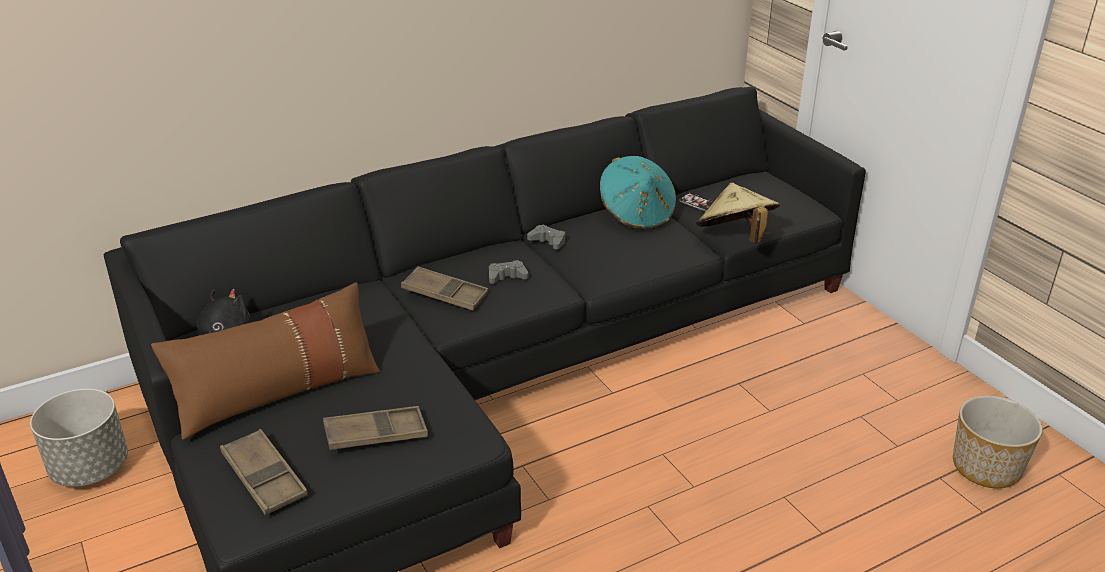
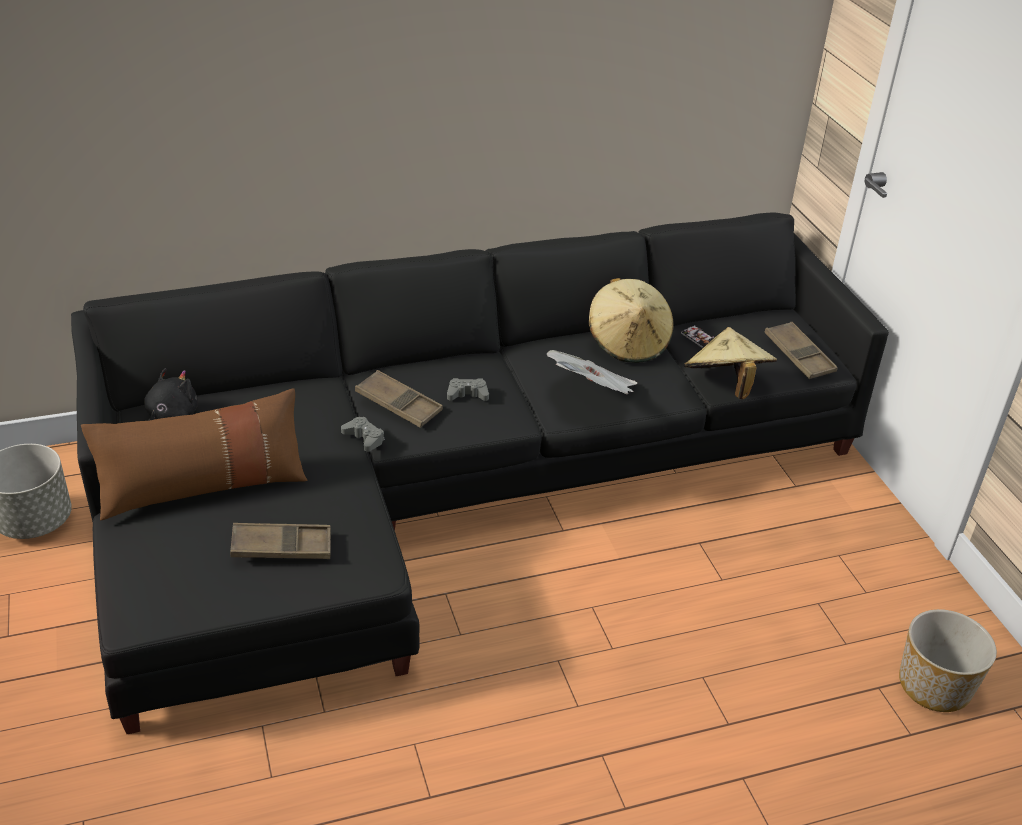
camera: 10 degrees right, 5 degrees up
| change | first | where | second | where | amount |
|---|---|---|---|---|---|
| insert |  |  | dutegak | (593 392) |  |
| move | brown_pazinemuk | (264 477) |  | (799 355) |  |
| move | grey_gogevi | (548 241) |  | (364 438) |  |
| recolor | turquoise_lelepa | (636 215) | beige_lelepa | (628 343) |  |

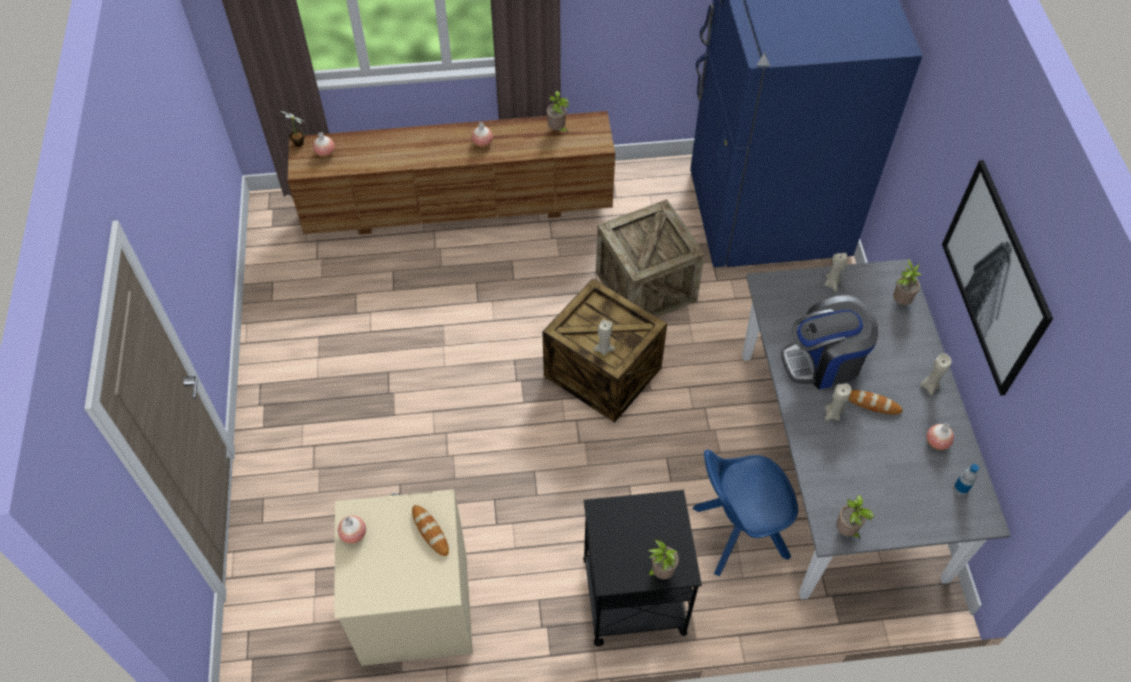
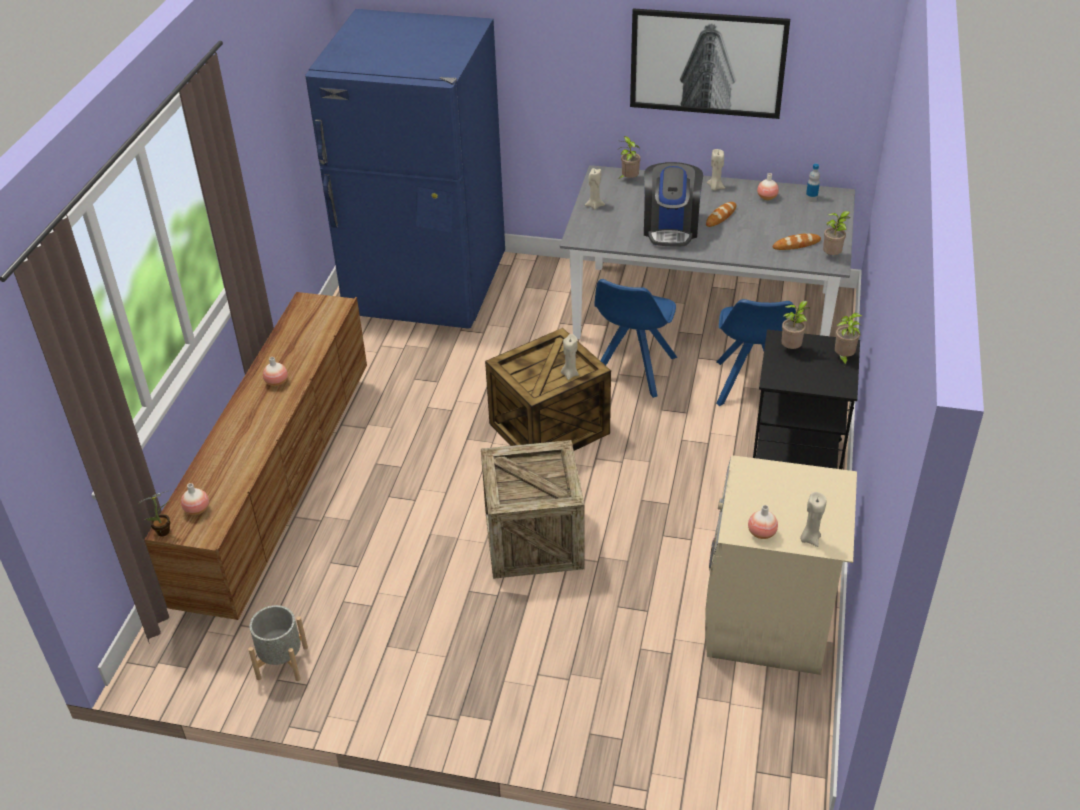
camera: 70 degrees left, 15 degrees down
| change | first | where | second | where | amount |
|---|---|---|---|---|---|
| insert |  |  | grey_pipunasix | (282 662) |  |
| insert |  |  | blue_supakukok | (632 370) |  |
| move | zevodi | (430 531) |  | (796 244) |  |
| move | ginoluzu | (557 130) |  | (791 349) |  |
| move | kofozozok | (646 286) |  | (533 540) |  |
| move | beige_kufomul | (833 414) |  | (810 538) |  |

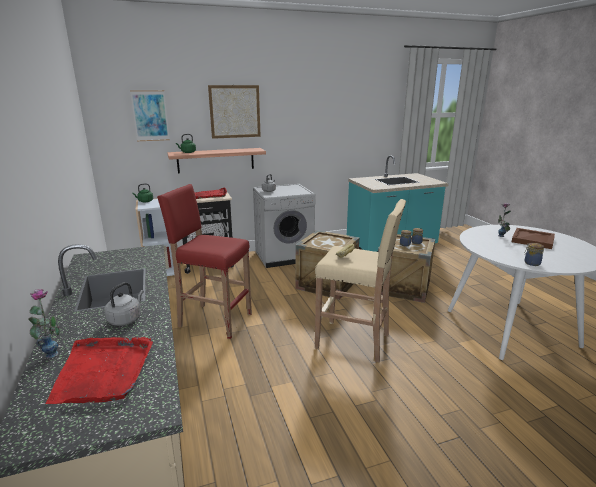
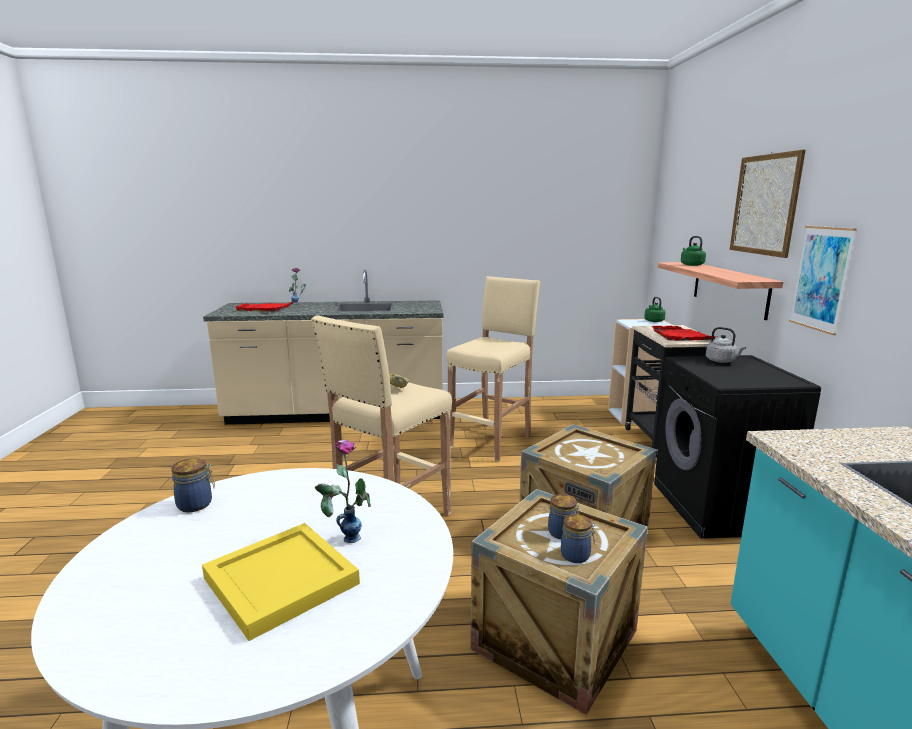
camera: 105 degrees right, 5 degrees down
| change | first | where | second | where | amount |
|---|---|---|---|---|---|
| delete | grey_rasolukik | (126 319) |  |  |  |
| move | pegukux | (150 116) |  | (821 278) |  |
| recolor | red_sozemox | (214 320) | beige_sozemox | (491 441) |  |
| recolor | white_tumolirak | (284 257) | black_tumolirak | (715 508) |  |
| recolor | brown_pazinemuk | (532 240) | yellow_pazinemuk | (282 579) |  |

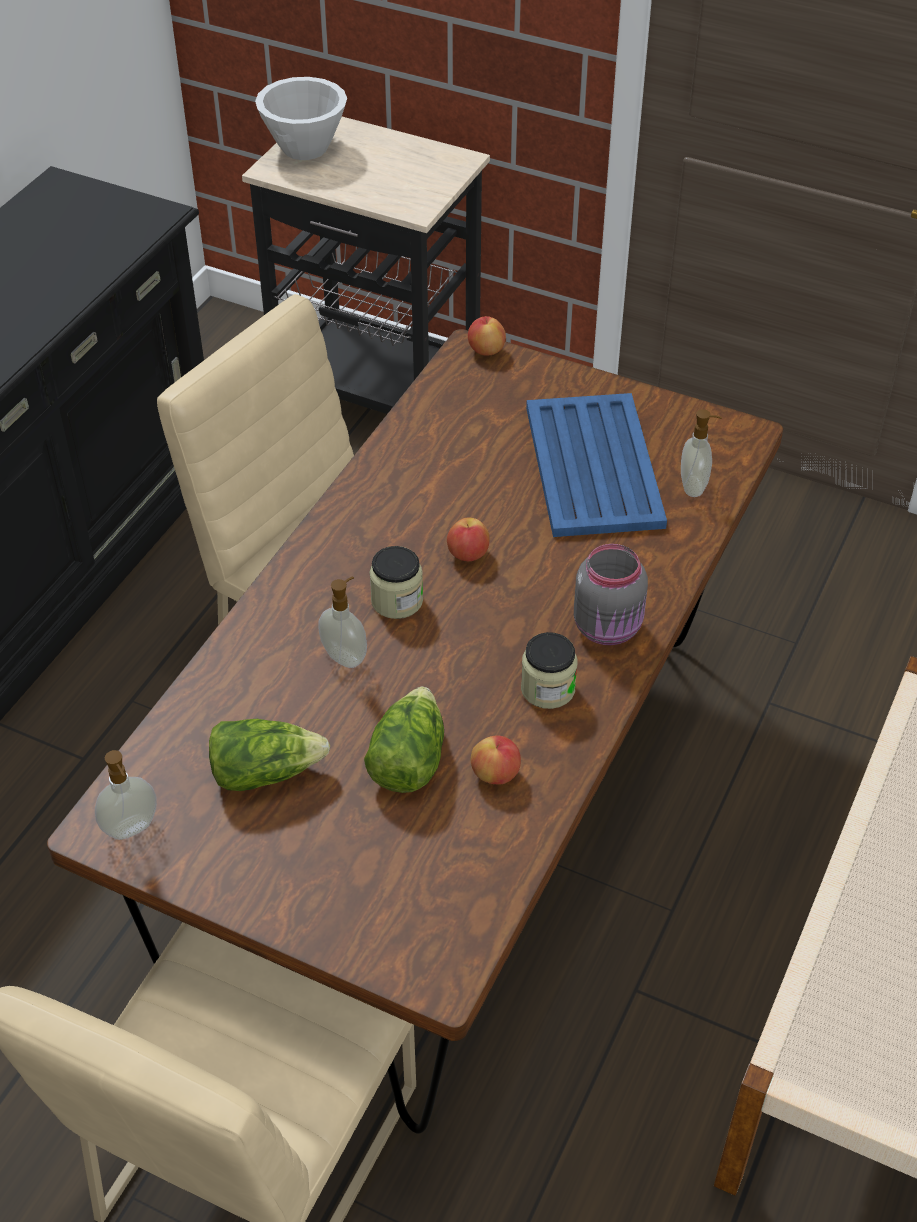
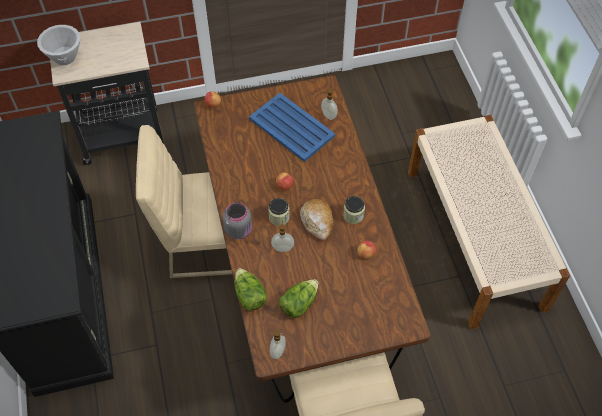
camera: 40 degrees left, 10 degrees up
| change | first | where | second | where | amount |
|---|---|---|---|---|---|
| insert |  |  | zevodi | (317 222) |  |
| move | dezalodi | (407 759) |  | (249 295) |  |
| move | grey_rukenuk | (609 628) |  | (239 230) |  |

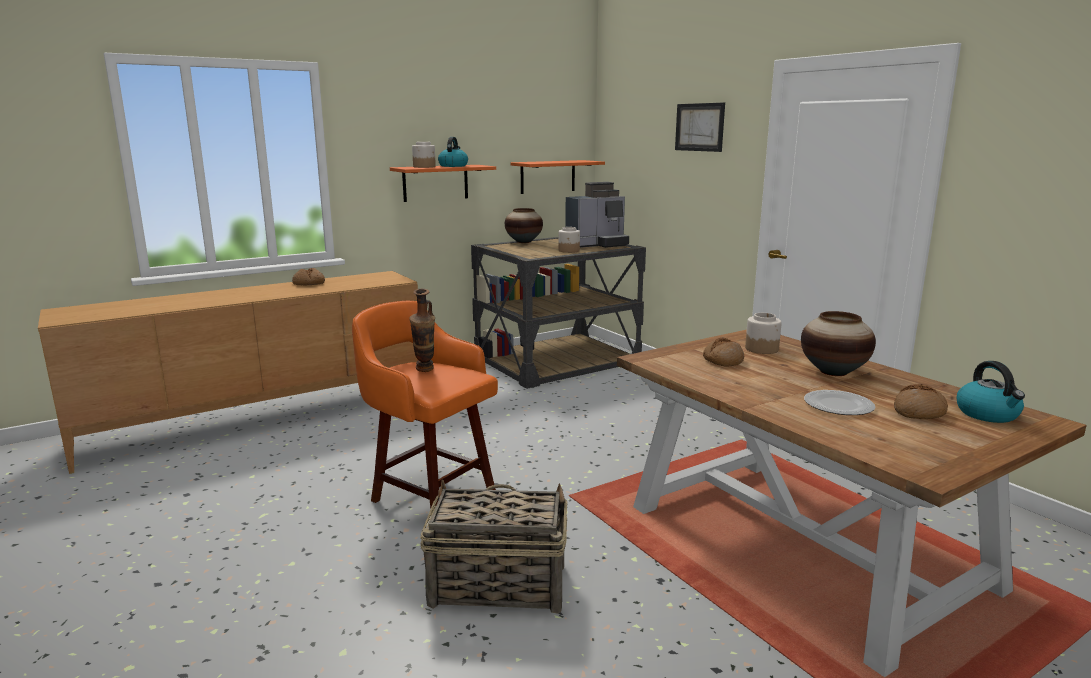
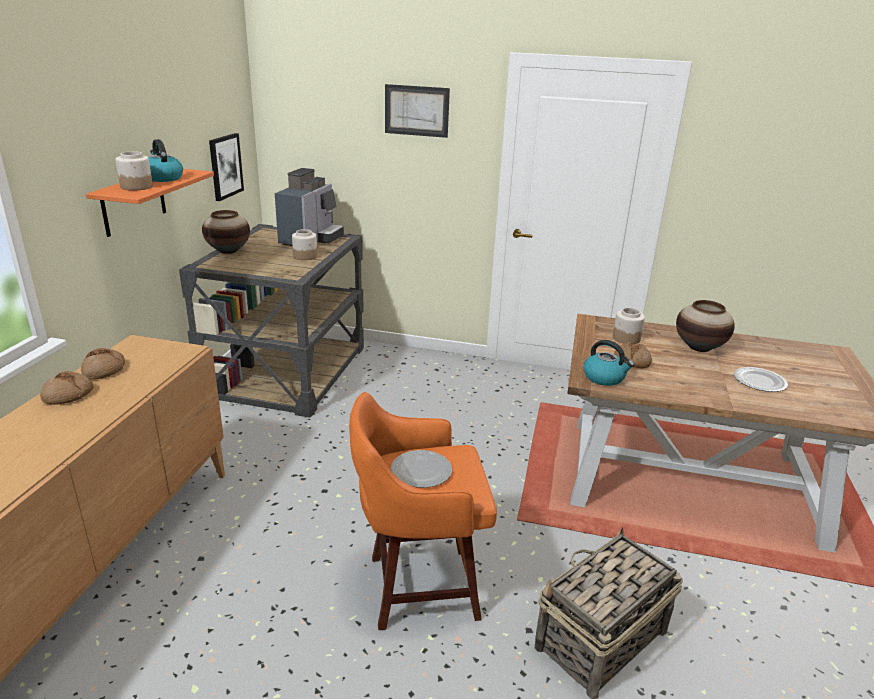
camera: 45 degrees left, 10 degrees up
| change | first | where | second | where | amount |
|---|---|---|---|---|---|
| move | zevodi | (919 412) |  | (104 370) |  |
| move | rasolukik | (988 414) |  | (604 378) |  |
| replace | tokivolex | (425 371) | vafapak | (421 470) |  |
| replace | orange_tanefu | (547 176) | pegukux | (225 166) |  |

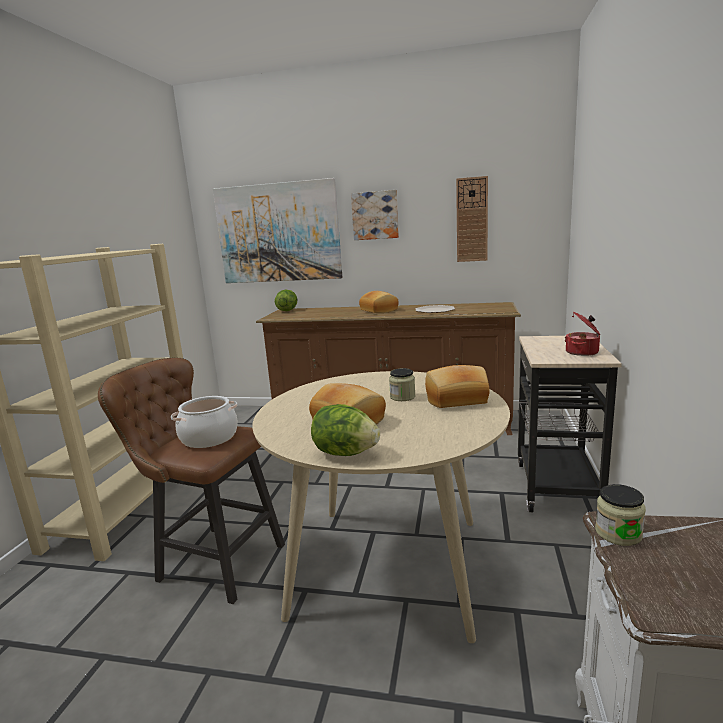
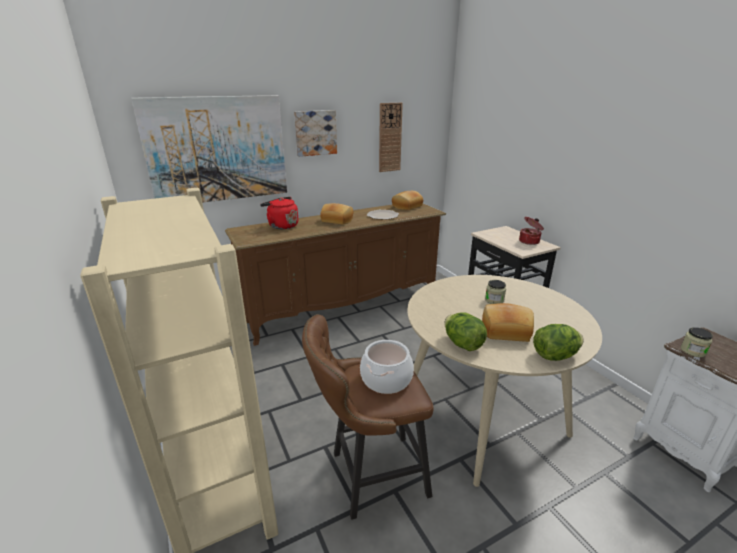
camera: 40 degrees left, 10 degrees up
| change | first | where | second | where | amount |
|---|---|---|---|---|---|
| insert |  |  | red_rasolukik | (281 226) |  |
| move | dezalodi | (287 310) |  | (463 344) |  |
| move | zevodi | (456 400) |  | (407 207) |  |

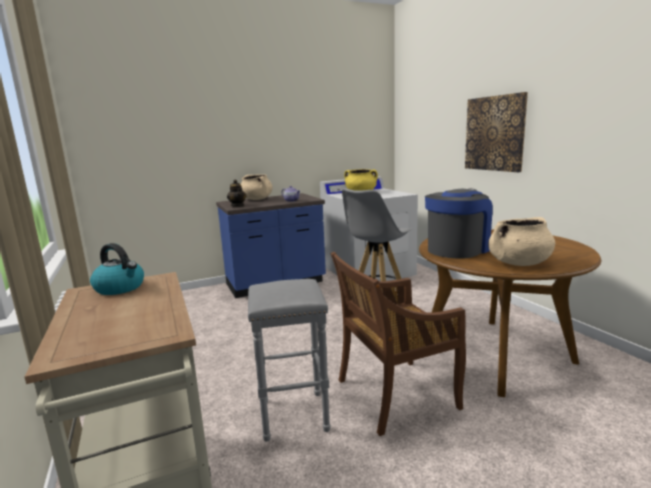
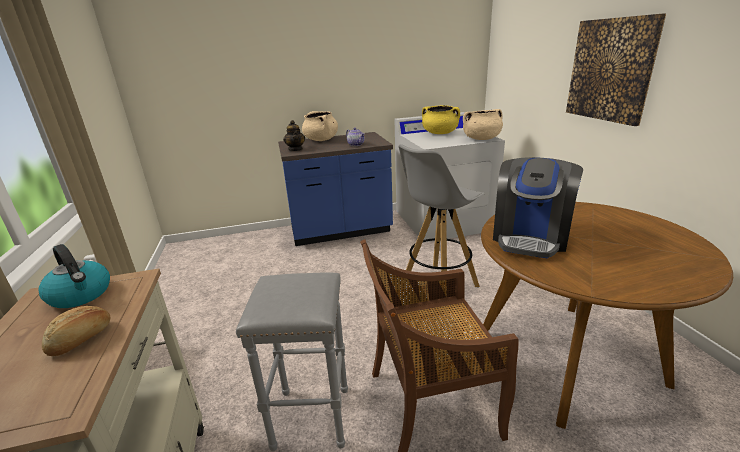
camera: 10 degrees right, 10 degrees up
| change | first | where | second | where | amount |
|---|---|---|---|---|---|
| insert |  |  | zevodi | (82 339) |  |
| move | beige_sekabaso | (518 263) |  | (481 139) |  |
| rotate | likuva | (458 249) |  | (530 237) | 150 degrees clockwise |

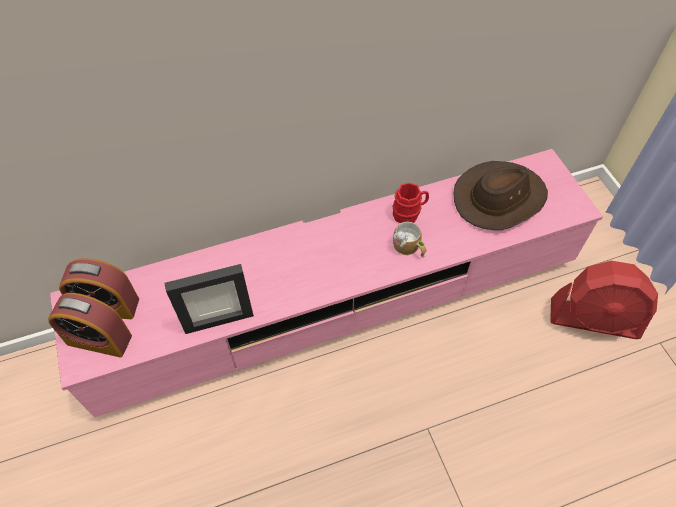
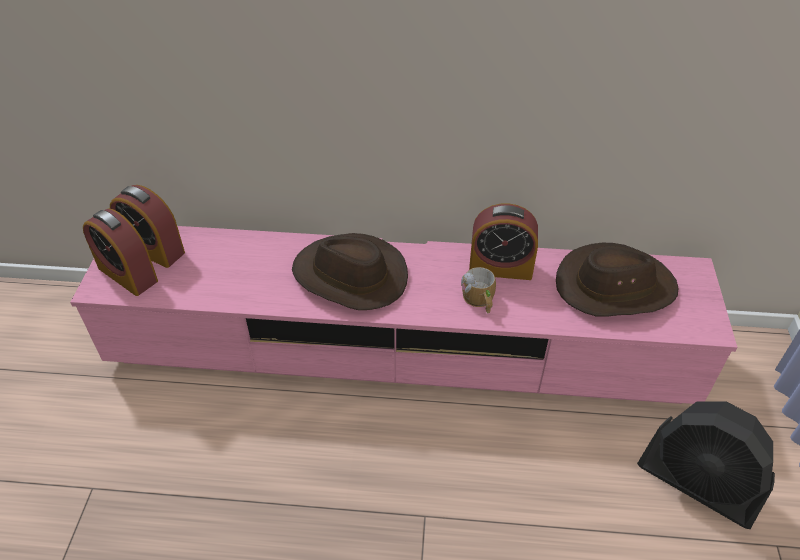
camera: 25 degrees right, 10 degrees down
| change | first | where | second | where | amount |
|---|---|---|---|---|---|
| delete | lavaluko | (218 319) |  |  |  |
| insert |  |  | brown_lelepa | (350 276) |  |
| replace | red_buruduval | (409 213) | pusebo | (500 268) |  |
| recolor | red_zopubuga | (594 319) | black_zopubuga | (698 483) |  |

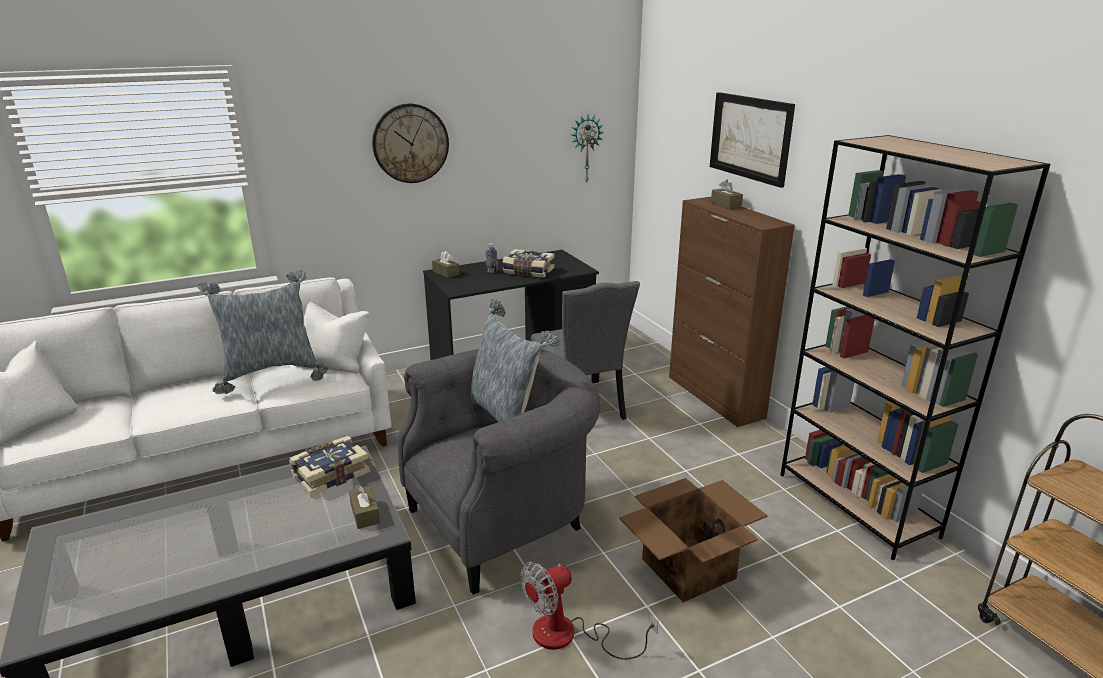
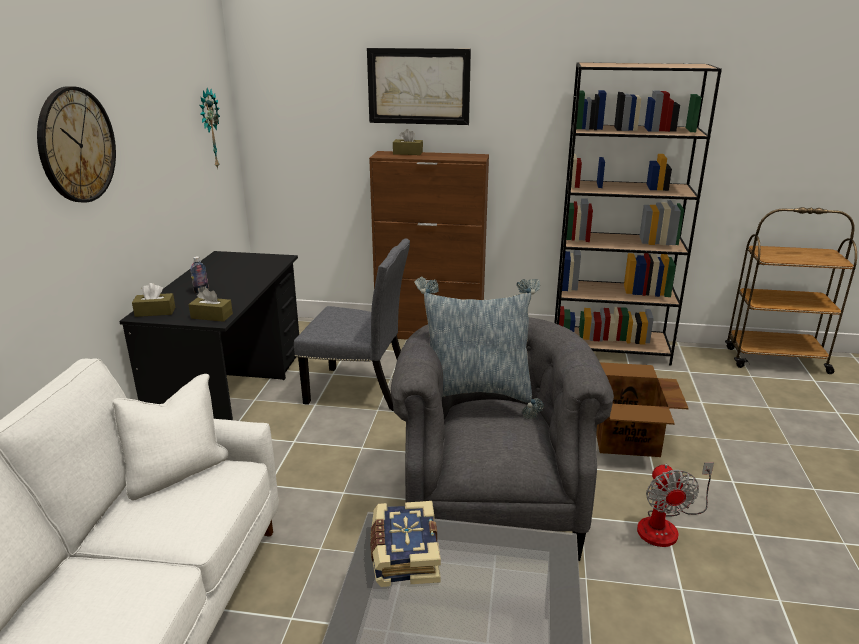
camera: 55 degrees left, 0 degrees up
| change | first | where | second | where | amount |
|---|---|---|---|---|---|
| delete | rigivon | (271 380) |  |  |  |
| delete | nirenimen | (528 272) |  |  |  |
| move | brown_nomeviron | (365 514) |  | (211 316) |  |

